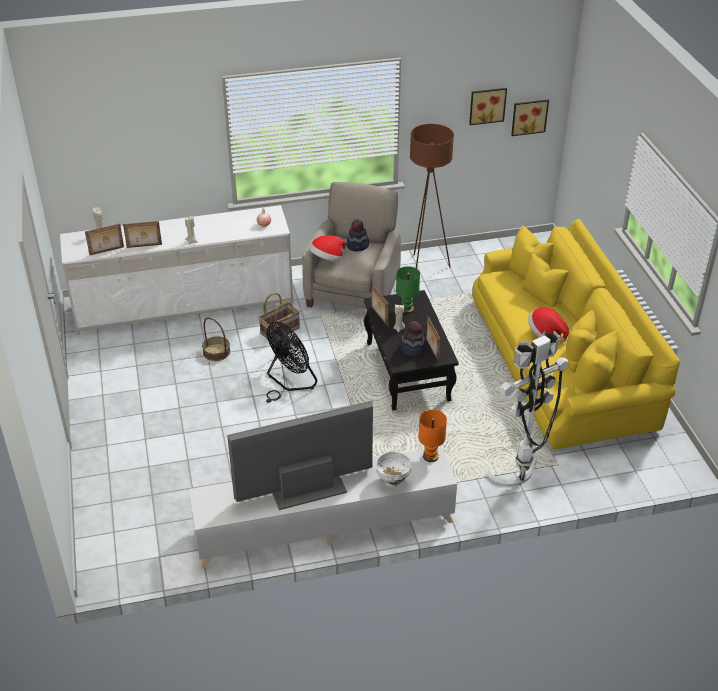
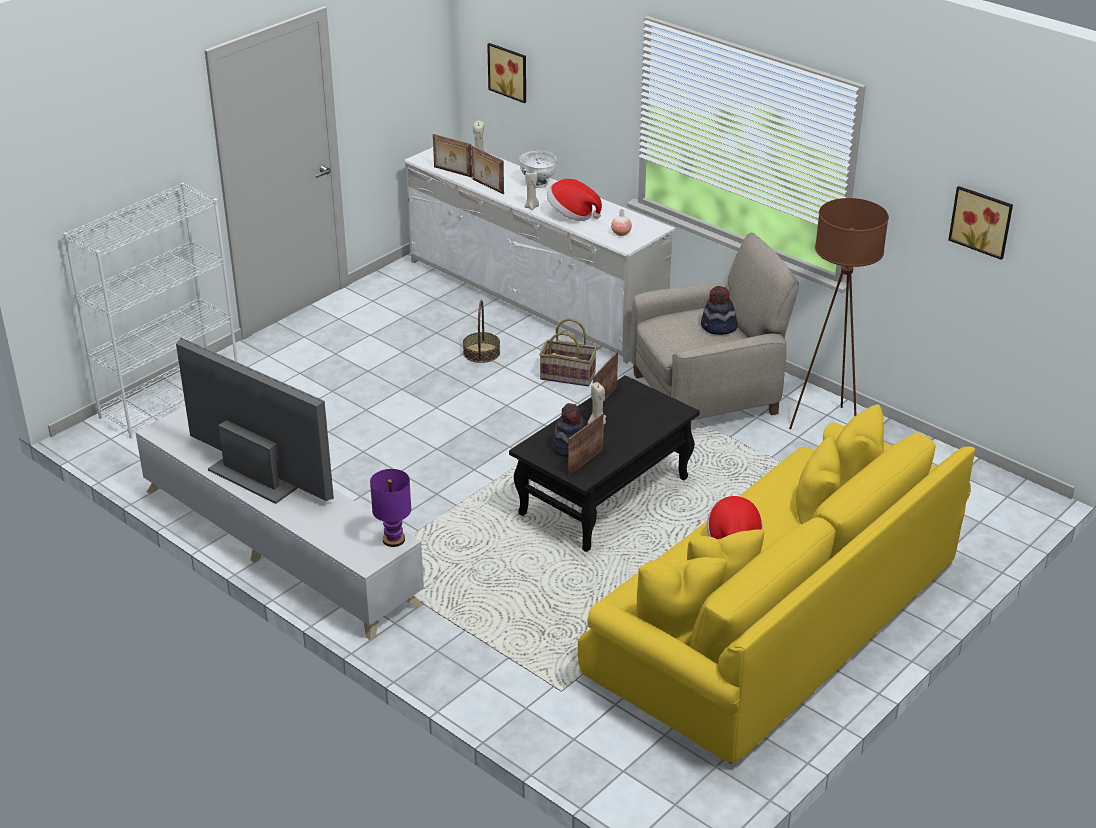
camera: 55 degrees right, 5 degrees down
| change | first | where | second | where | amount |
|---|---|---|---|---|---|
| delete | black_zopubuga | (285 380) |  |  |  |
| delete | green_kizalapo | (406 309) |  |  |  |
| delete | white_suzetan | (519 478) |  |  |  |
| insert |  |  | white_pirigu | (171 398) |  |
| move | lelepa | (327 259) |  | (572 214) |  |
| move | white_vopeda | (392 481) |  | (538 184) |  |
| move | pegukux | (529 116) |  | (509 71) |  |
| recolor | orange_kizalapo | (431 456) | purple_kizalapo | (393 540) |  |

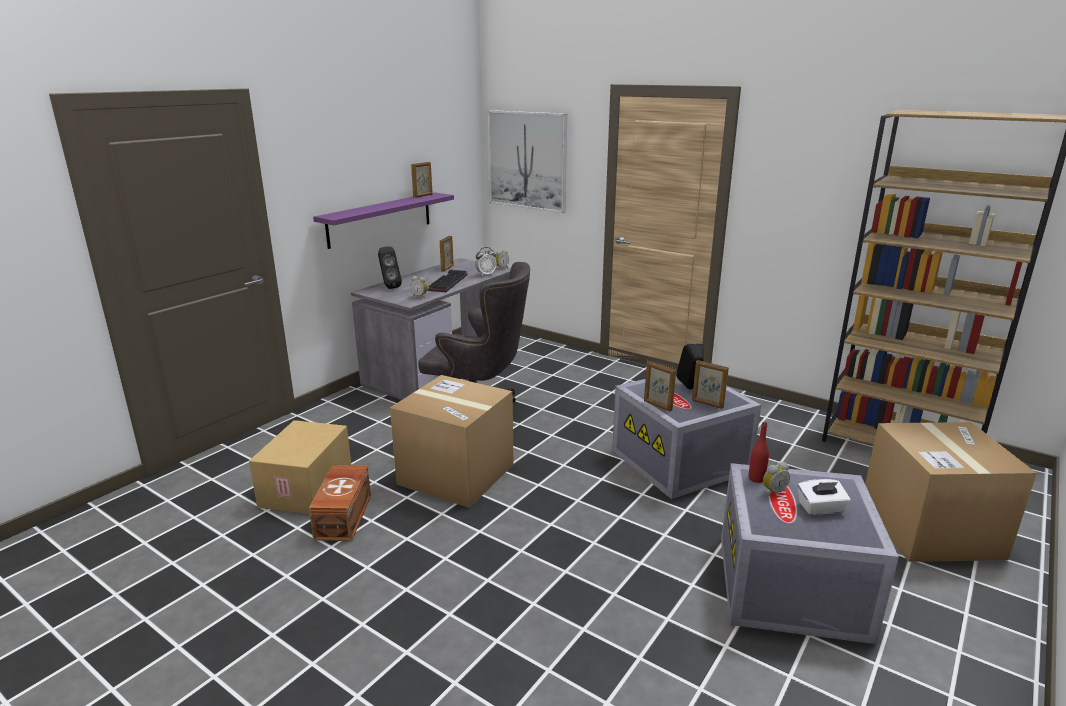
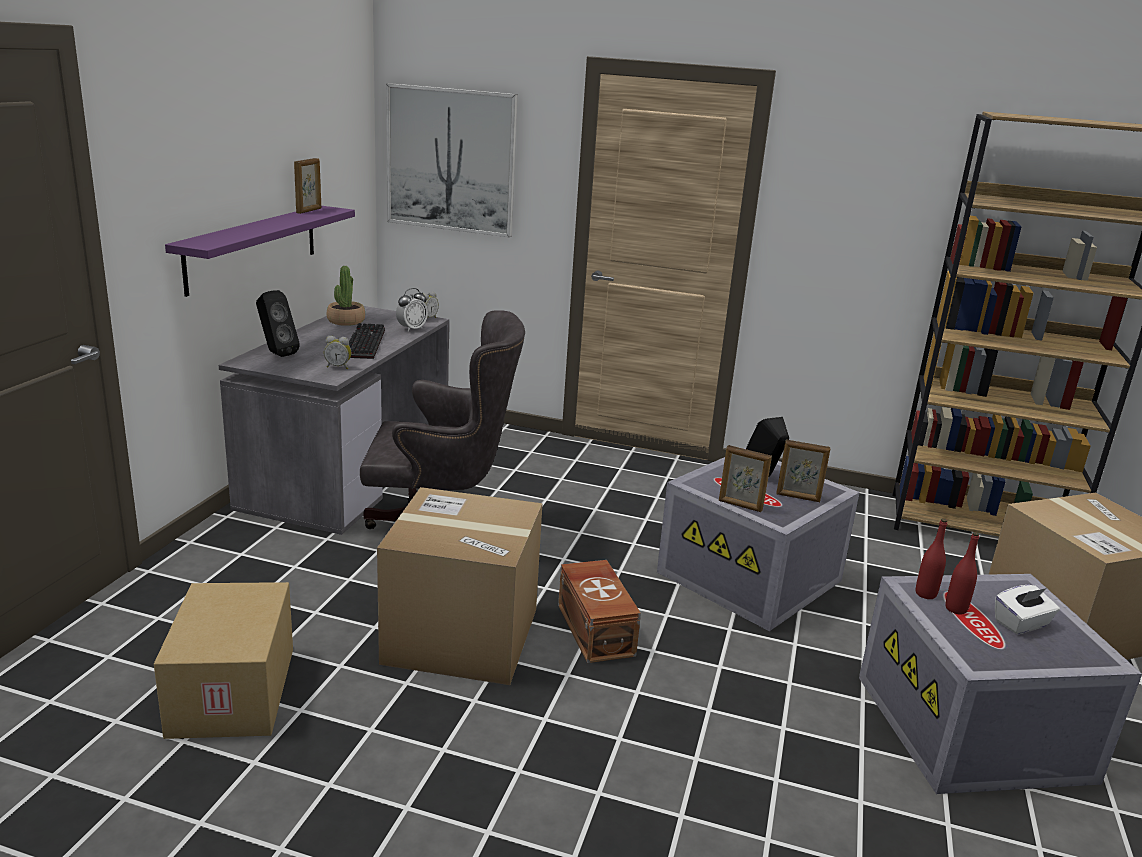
camera: 20 degrees left, 0 degrees up
| change | first | where | second | where | amount |
|---|---|---|---|---|---|
| move | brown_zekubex | (345 516) |  | (596 628) |  |
| replace | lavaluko | (447 268) | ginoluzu | (346 321) |  |
| replace | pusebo | (773 491) | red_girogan | (956 609) |  |

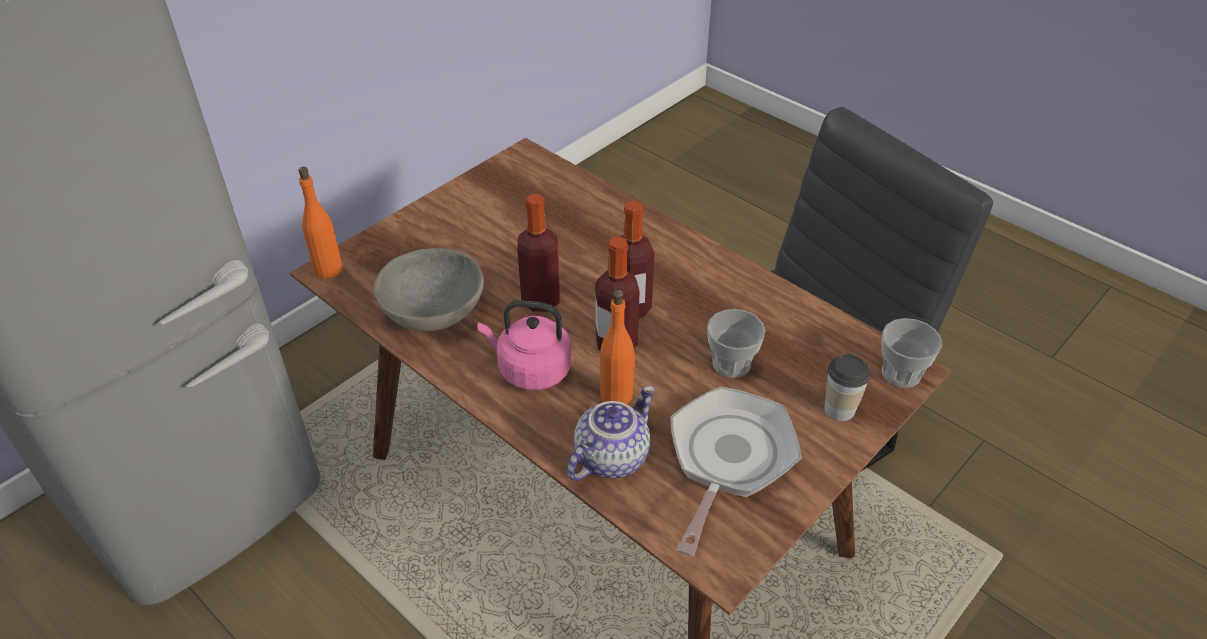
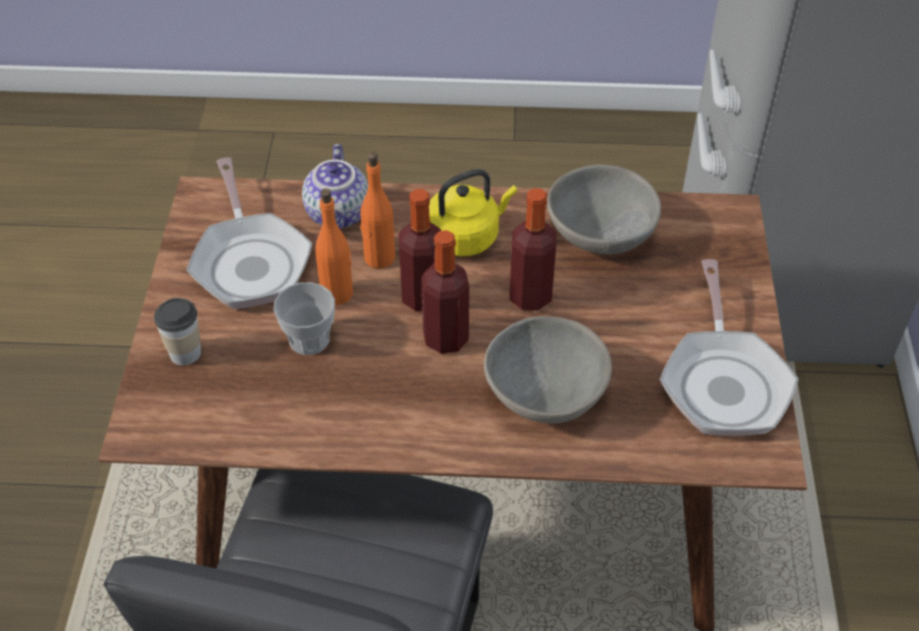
camera: 140 degrees right, 5 degrees up
| change | first | where | second | where | amount |
|---|---|---|---|---|---|
| delete | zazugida | (901 373) |  |  |  |
| insert |  |  | grey_vopeda | (543 392) |  |
| insert |  |  | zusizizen | (724 381) |  |
| move | orange_girogan | (328 269) |  | (337 293) |  |
| recolor | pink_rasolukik | (530 370) | yellow_rasolukik | (466 237) |  |

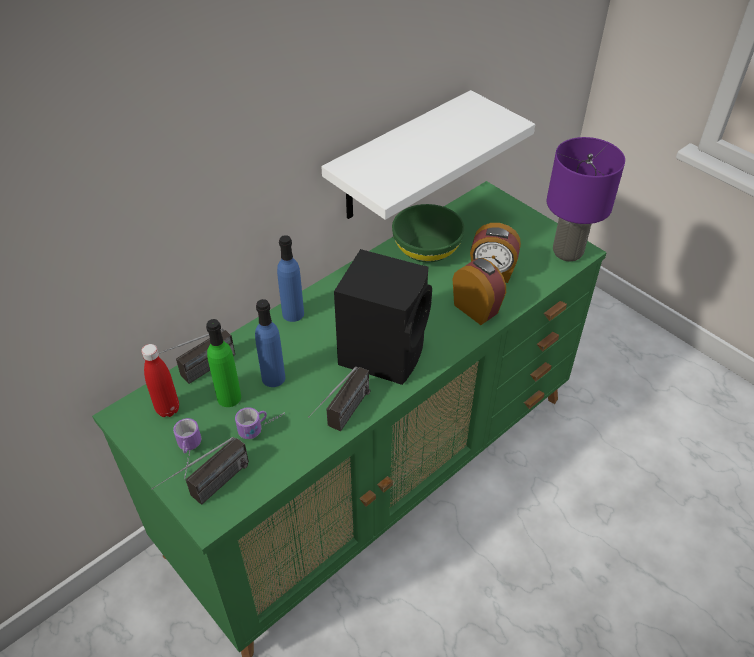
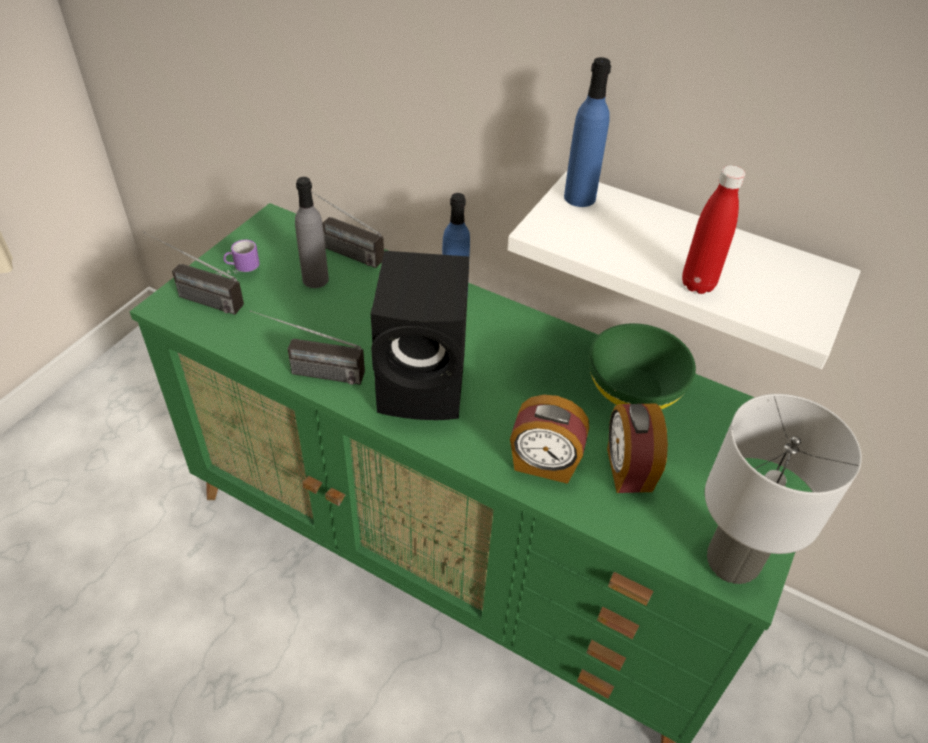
camera: 70 degrees right, 0 degrees up
| change | first | where | second | where | amount |
|---|---|---|---|---|---|
| delete | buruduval | (263 427) |  |  |  |
| move | red_girogan | (168 409) |  | (697 284) |  |
| move | blue_girogan | (273 378) |  | (579 197) |  |
| recolor | green_girogan | (229 397) | grey_girogan | (315 279) |  |
| recolor | purple_kizalapo | (569 253) | white_kizalapo | (733 566) |  |
| rotate | pusebo | (476 309) |  | (544 464) | 75 degrees clockwise |

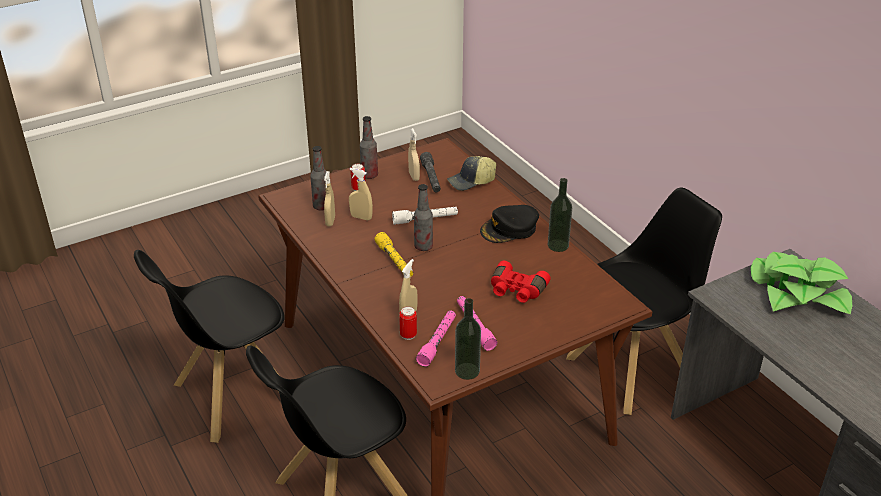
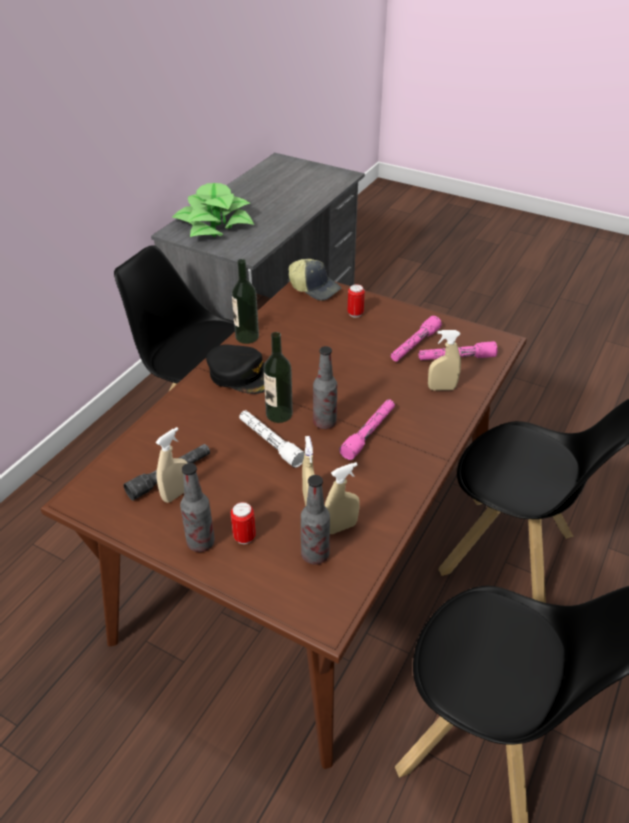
camera: 120 degrees left, 5 degrees up
| change | first | where | second | where | amount |
|---|---|---|---|---|---|
| delete | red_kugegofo | (516 290) |  |  |  |
| move | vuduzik | (408 335) |  | (355 314) |  |
| move | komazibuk | (471 182) |  | (315 288) |  |
| move | girogan | (467 371) |  | (279 414) |  |
| recolor | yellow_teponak | (394 261) | pink_teponak | (369 433) |  |

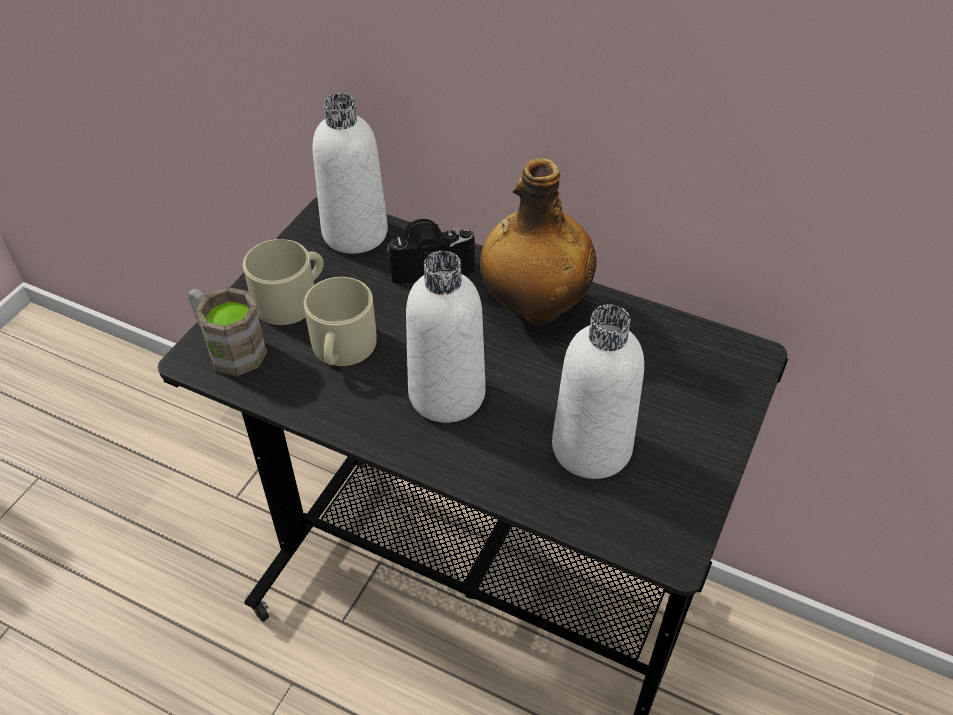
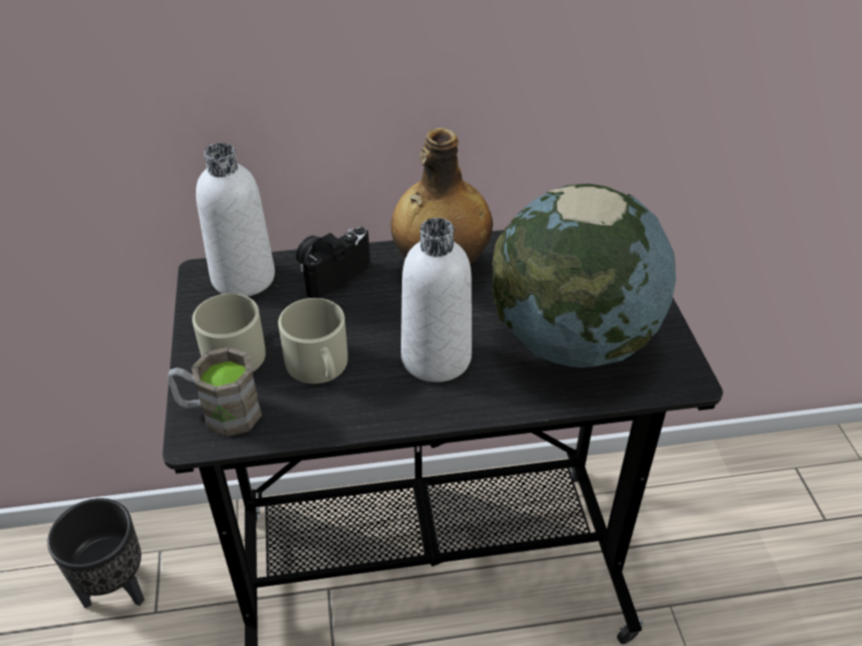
camera: 35 degrees left, 5 degrees down
| change | first | where | second | where | amount |
|---|---|---|---|---|---|
| insert |  |  | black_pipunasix | (117 588) |  |
| replace | white_girogan | (591 447) | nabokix | (572 341) |  |

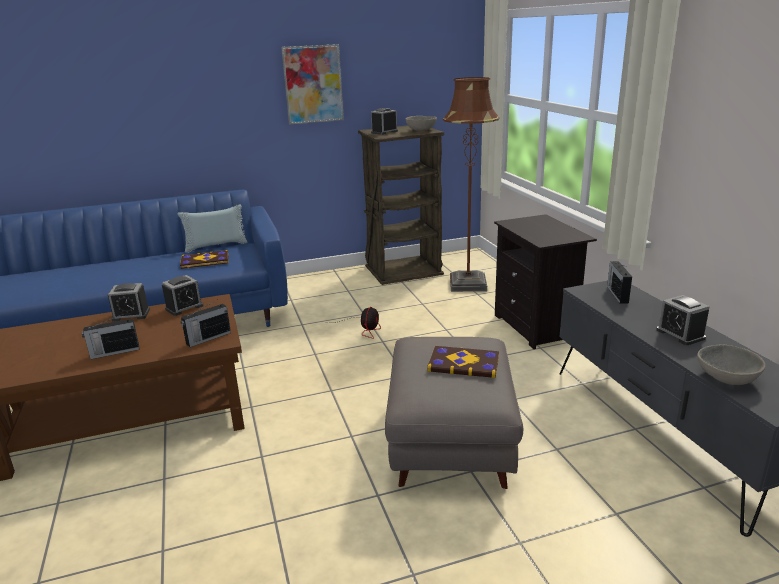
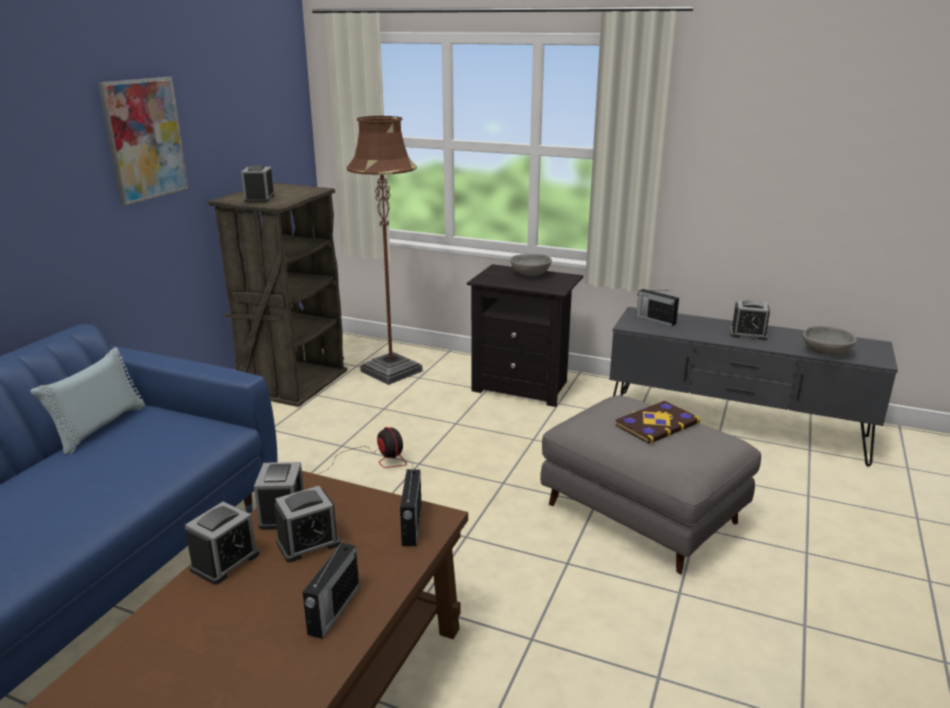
camera: 50 degrees left, 0 degrees up
| change | first | where | second | where | amount |
|---|---|---|---|---|---|
| delete | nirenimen | (205 261) |  |  |  |
| insert |  |  | pusebo | (308 543) |  |
| move | grey_vopeda | (421 130) |  | (530 274) |  |

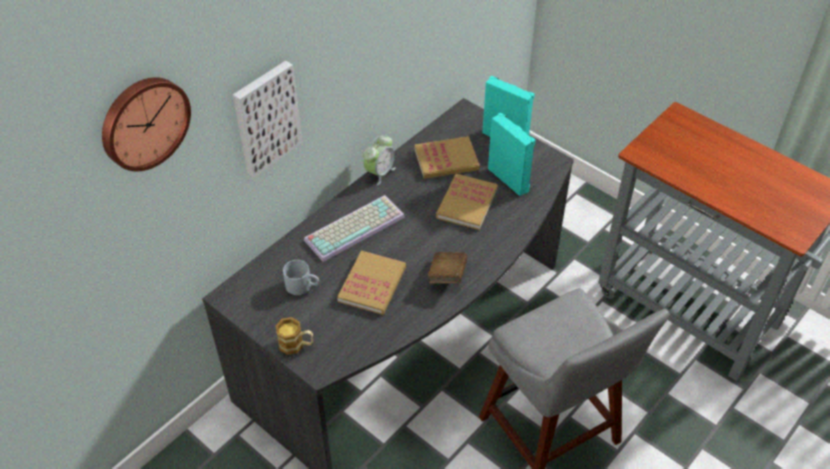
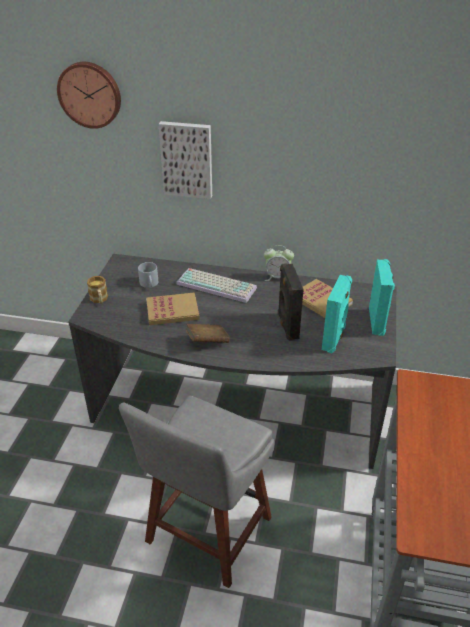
camera: 60 degrees right, 10 degrees down
| change | first | where | second | where | amount |
|---|---|---|---|---|---|
| replace | nirenimen | (467 203) | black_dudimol | (287 326) |  |

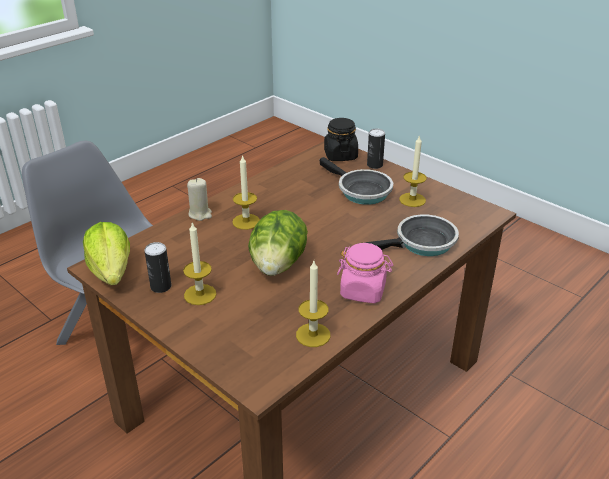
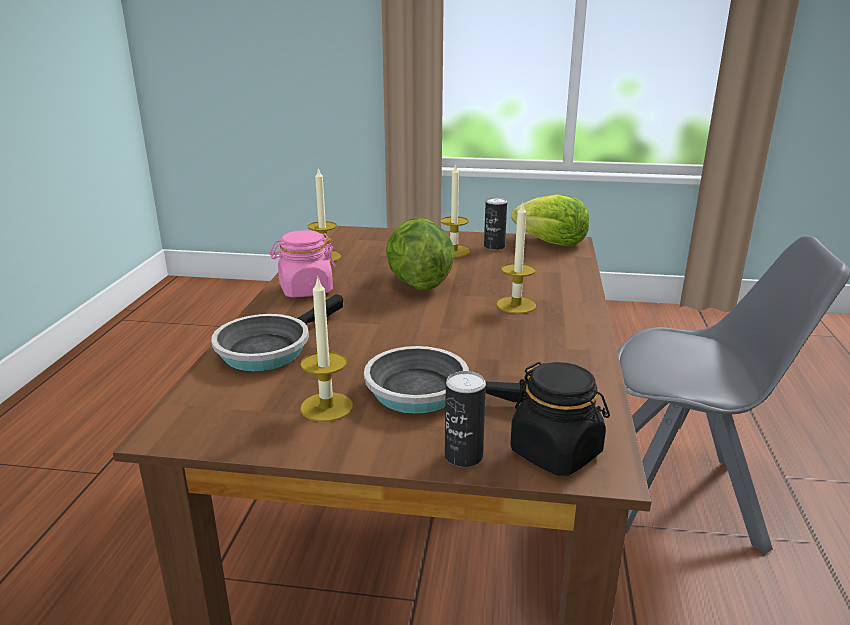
camera: 145 degrees right, 10 degrees down
| change | first | where | second | where | amount |
|---|---|---|---|---|---|
| delete | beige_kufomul | (200 214) |  |  |  |

